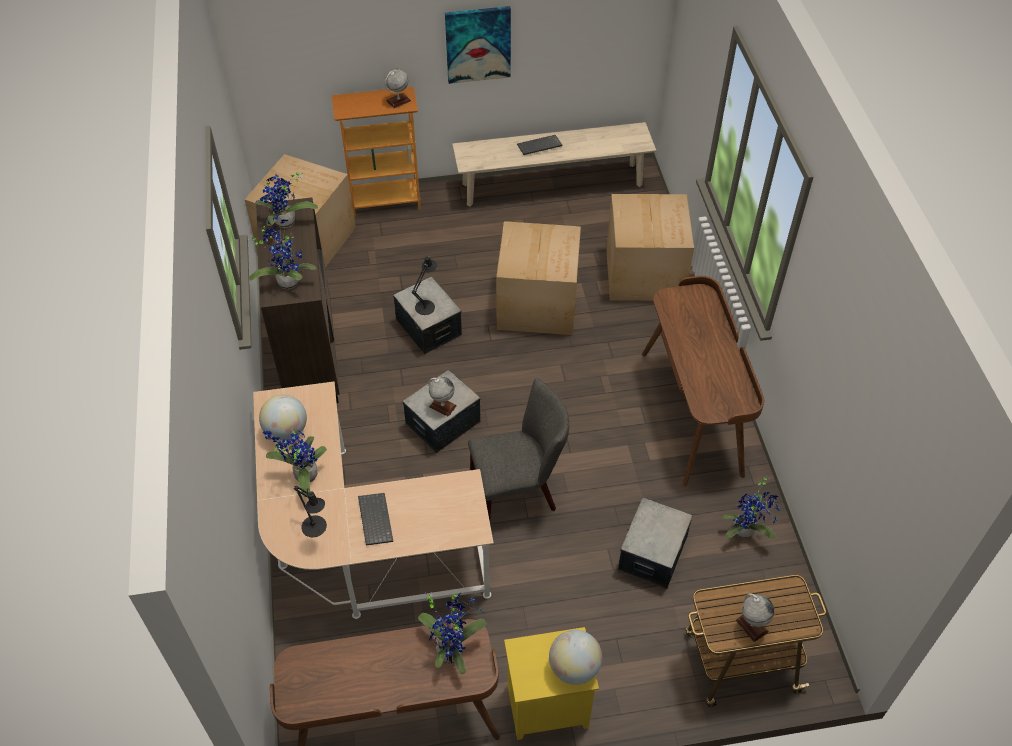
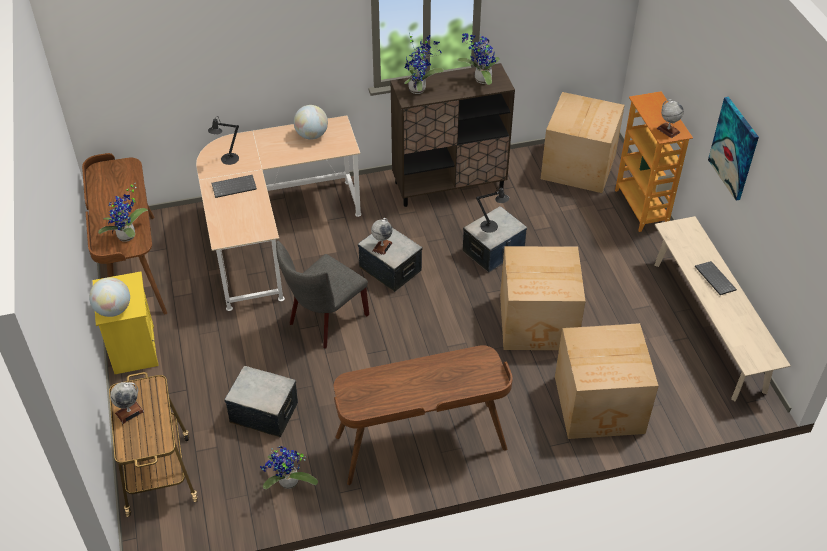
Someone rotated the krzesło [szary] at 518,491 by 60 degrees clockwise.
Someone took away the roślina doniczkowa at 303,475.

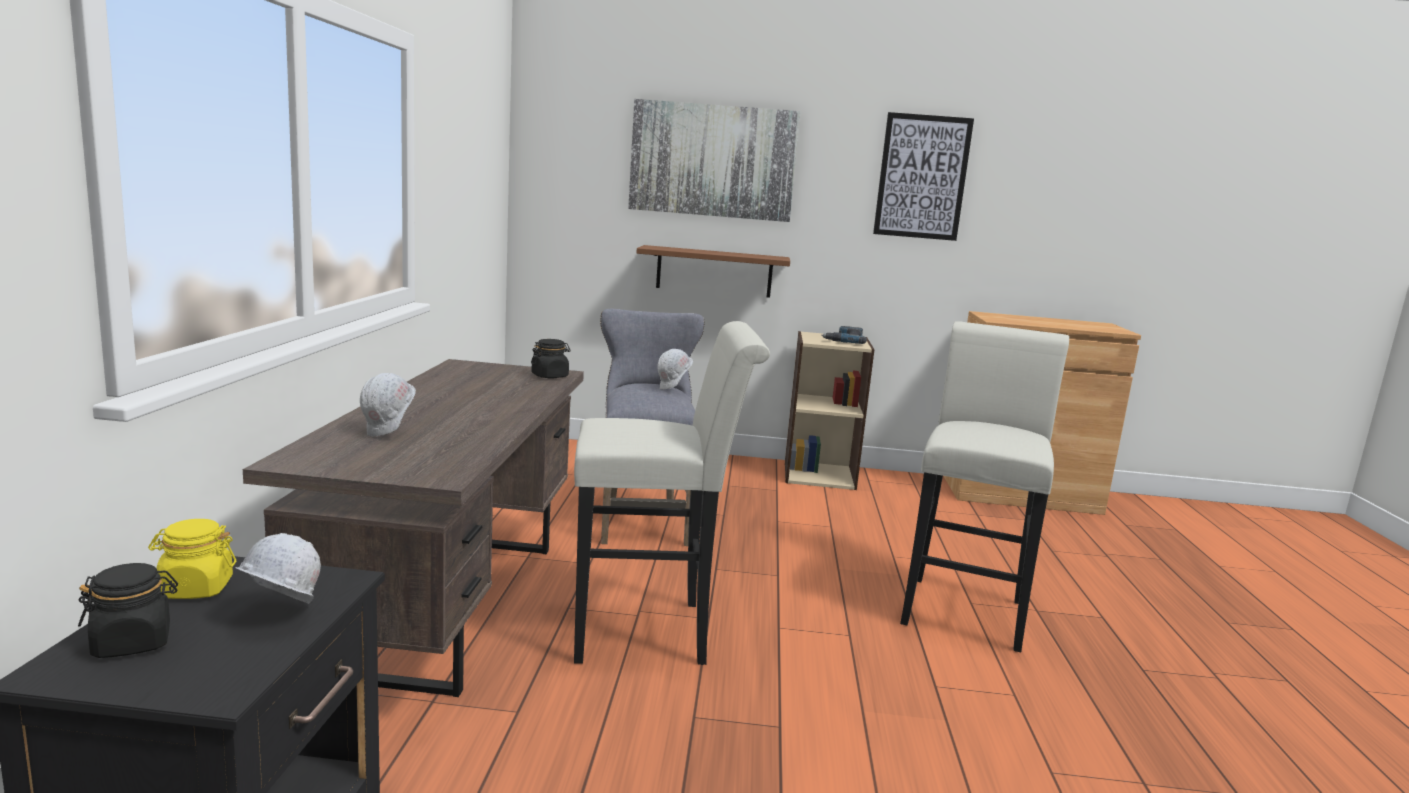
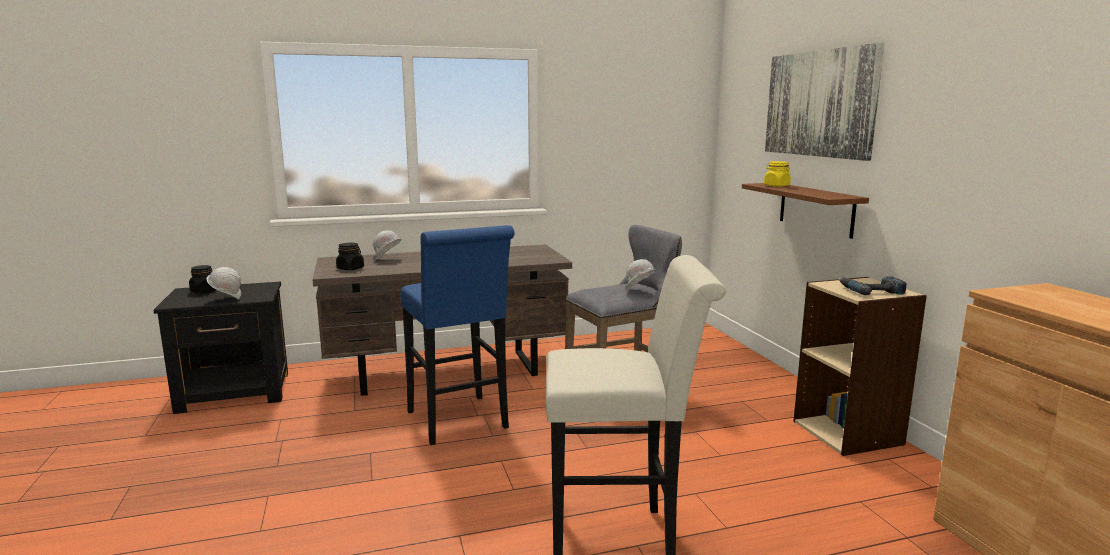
Someone carried the słoik [czarny] from 550,376 to 350,268.
Someone repainted the stołek [biały] at 652,631, which became the stołek [niebieski] at 460,423.
Someone carried the słoik [żółty] from 195,589 to 776,186.
Someone took away the obraz at 922,177.

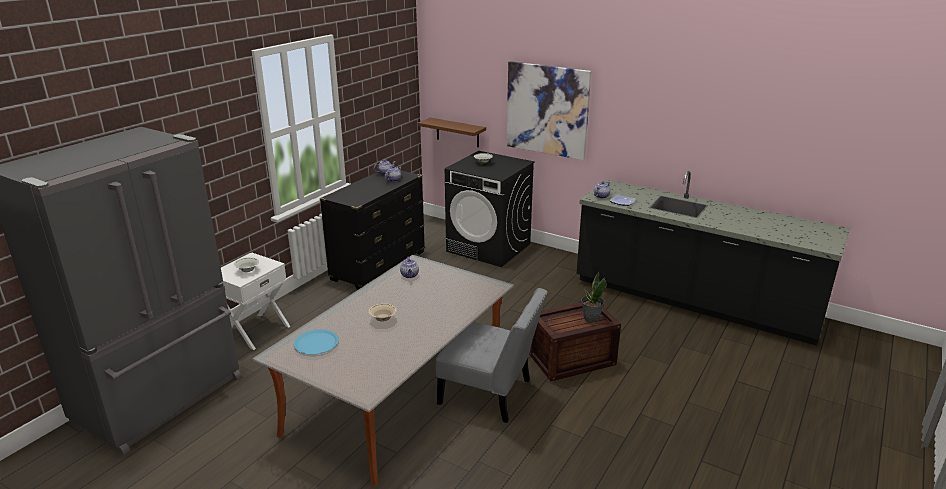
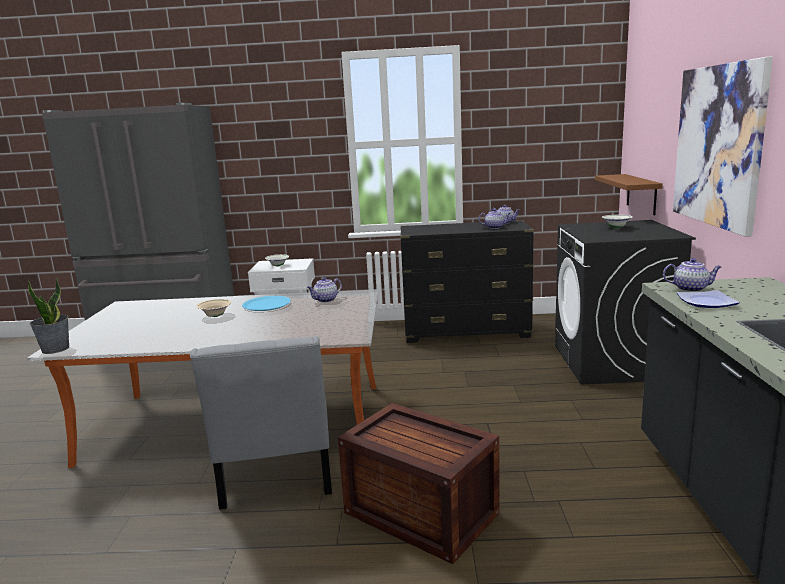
Someone carried the roślina doniczkowa from 591,318 to 55,349.
Someone carried the talerz [niebieski] from 316,343 to 266,304.

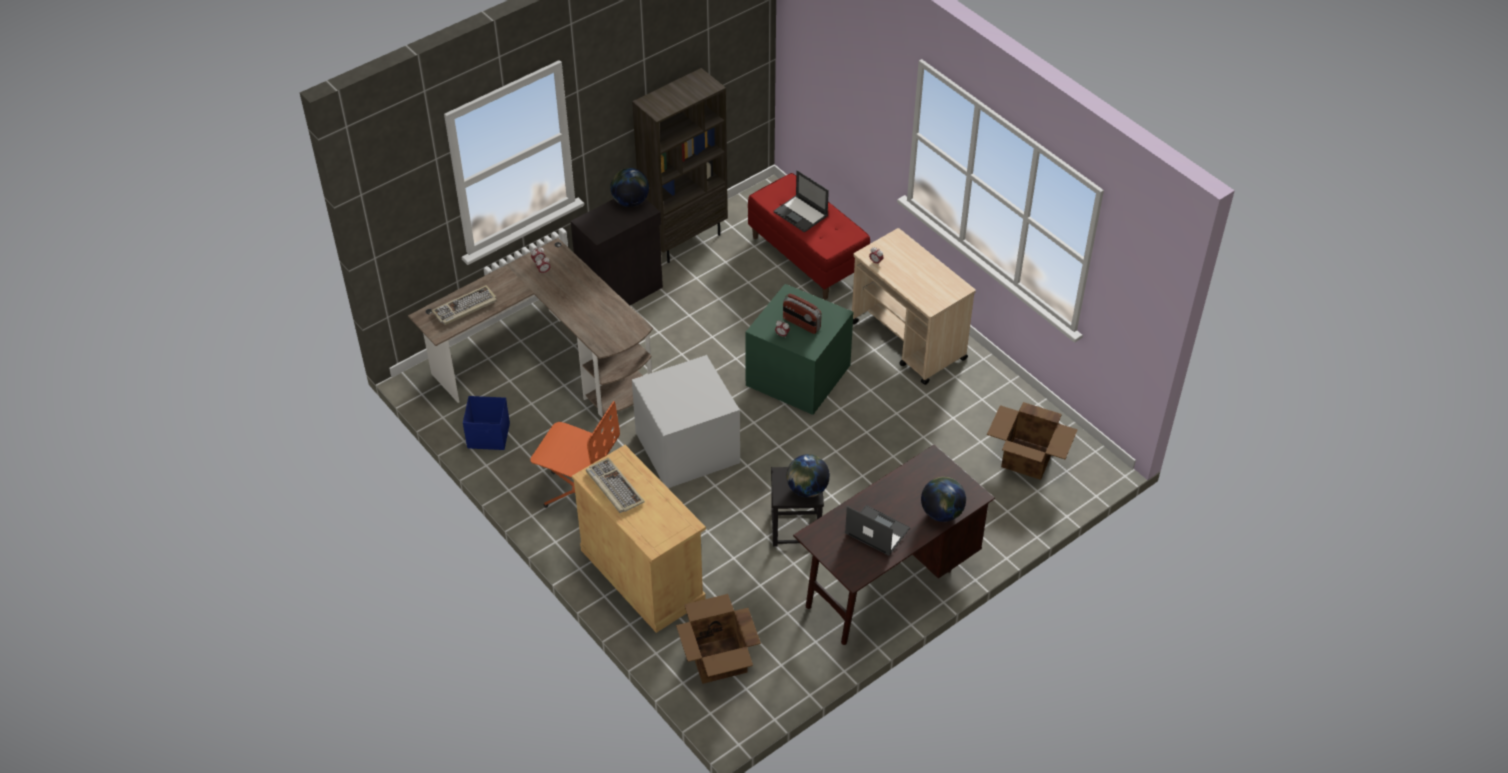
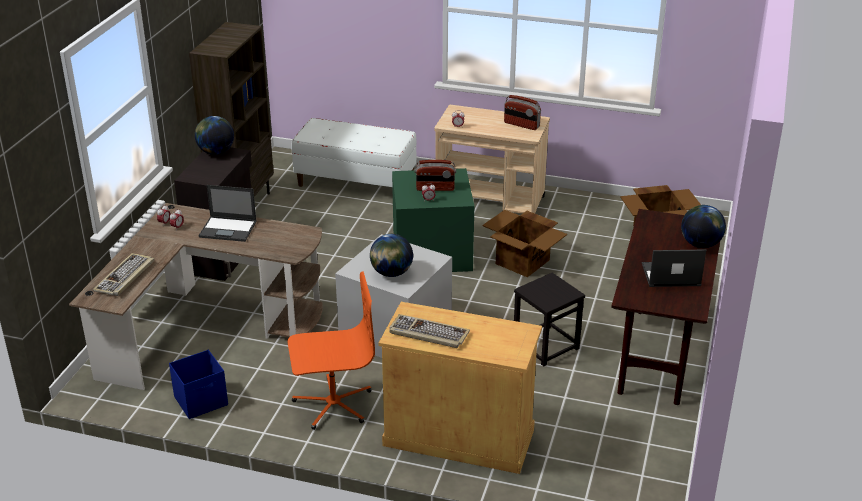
Someone carried the laptop from 801,214 to 228,229.
Someone repainted the ławka [czerwony] at 807,257, which became the ławka [biały] at 356,182.
Someone carried the globus from 807,489 to 391,273.
Someone carried the karton from 718,660 to 523,262.
Someone put down the radio at 521,125.

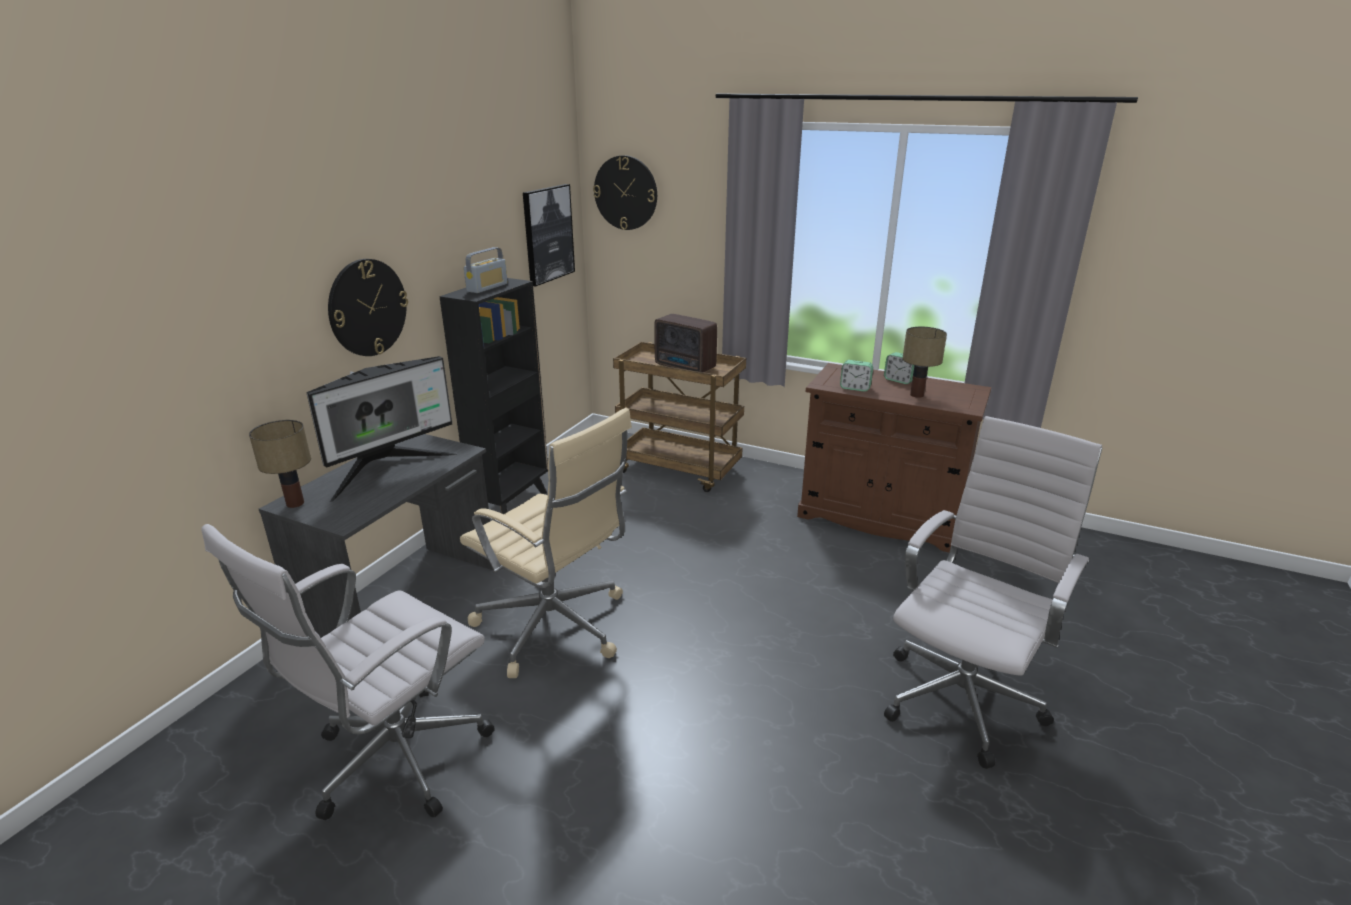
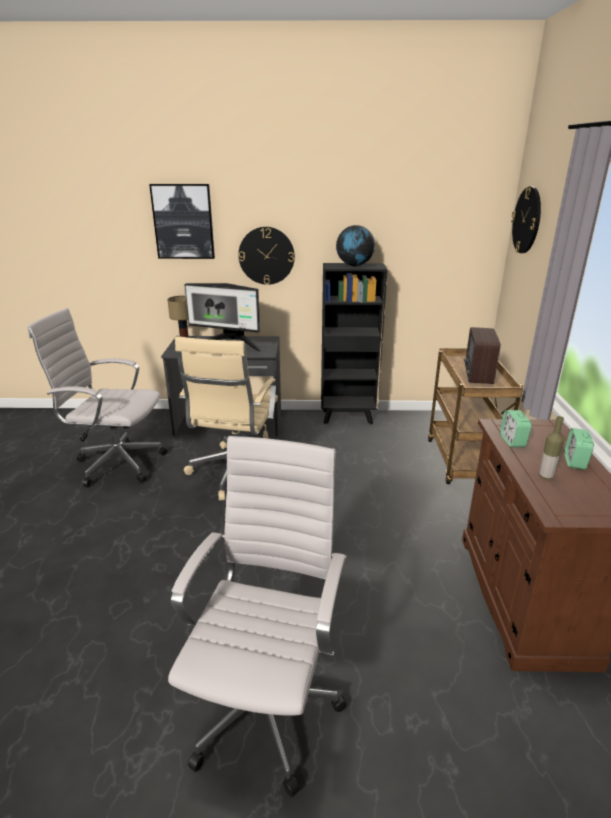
Someone carried the obraz from 547,234 to 183,222.
Someone rotated the krzesło biurowe [biały] at 963,697 by 90 degrees counterclockwise.
Someone swapped the radio at 487,287 for the globus at 354,265.
Someone swapped the lampa stołowa at 916,395 for the butelka at 546,476.

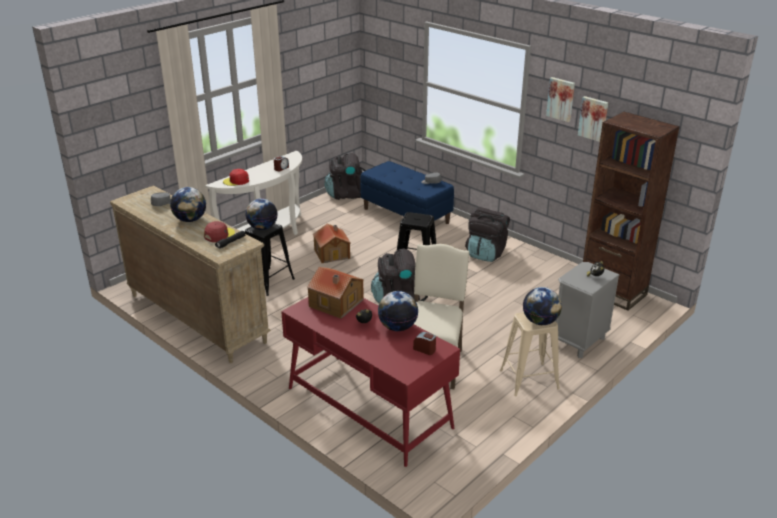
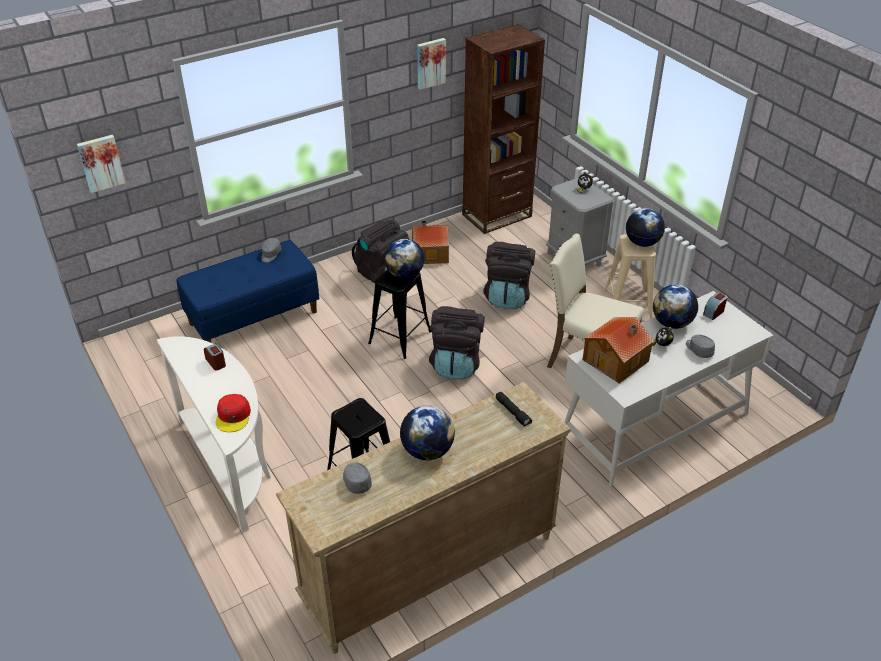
Someone carried the obraz from 561,99 to 101,162.
Someone carried the globus from 262,228 to 404,275.
Someone carried the domek from 332,253 to 429,253.
Someone carried the plecak [czarny] from 346,194 to 507,296.
Someone repainted the biurko [czerwony] at 369,407, which became the biurko [biały] at 654,424.
Someone put down the czapka z daszkiem [szary] at 698,350.
Someone took away the czapka z daszkiem [czerwony] at 219,235.

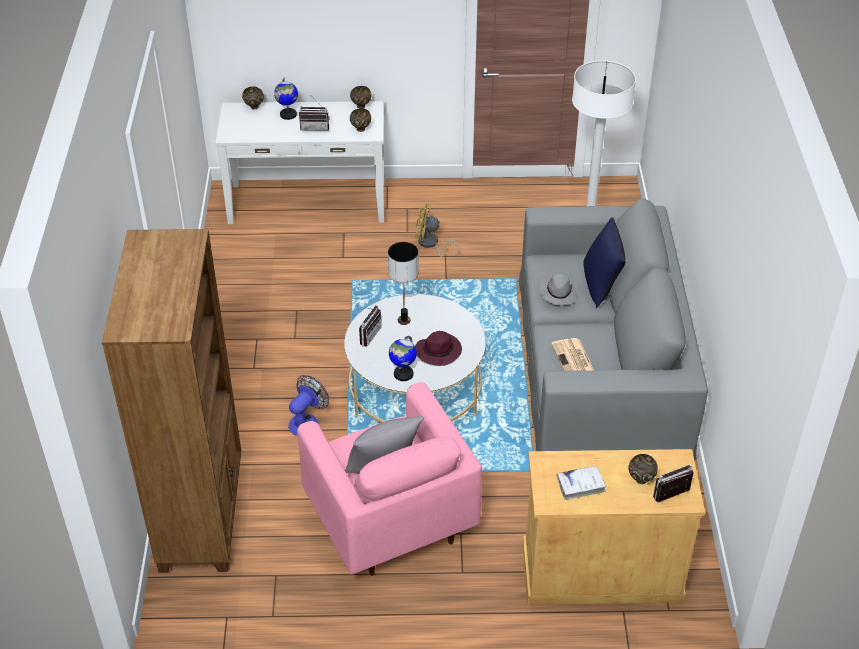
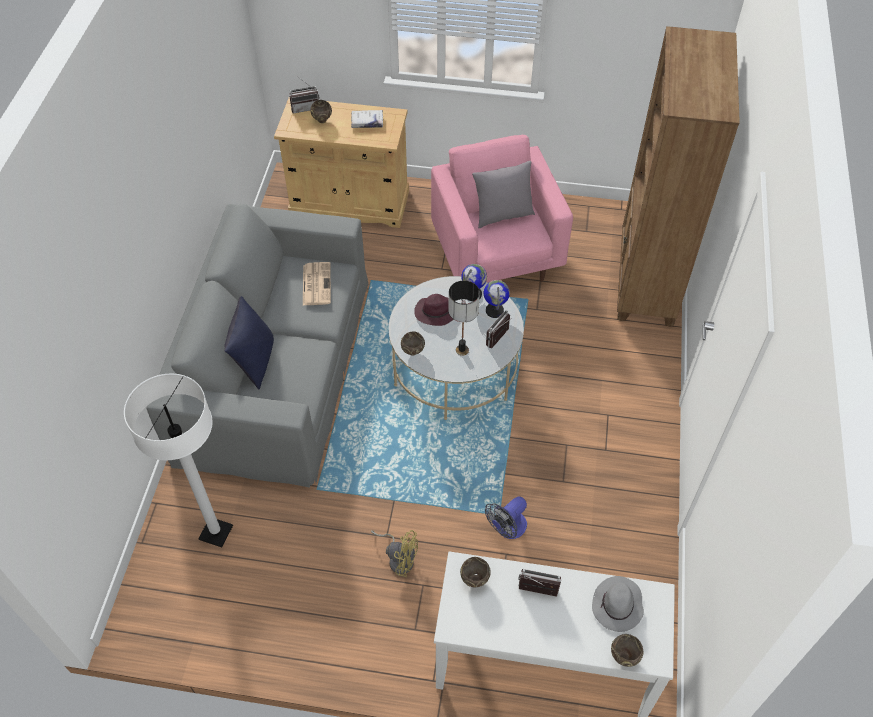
Someone carried the miska [brązowy] from 361,106 to 412,352.
Someone carried the globus from 288,115 to 494,310.
Someone carried the wentylator from 307,421 to 507,529.
Someone carried the kapelusz [szary] from 558,292 to 617,606.

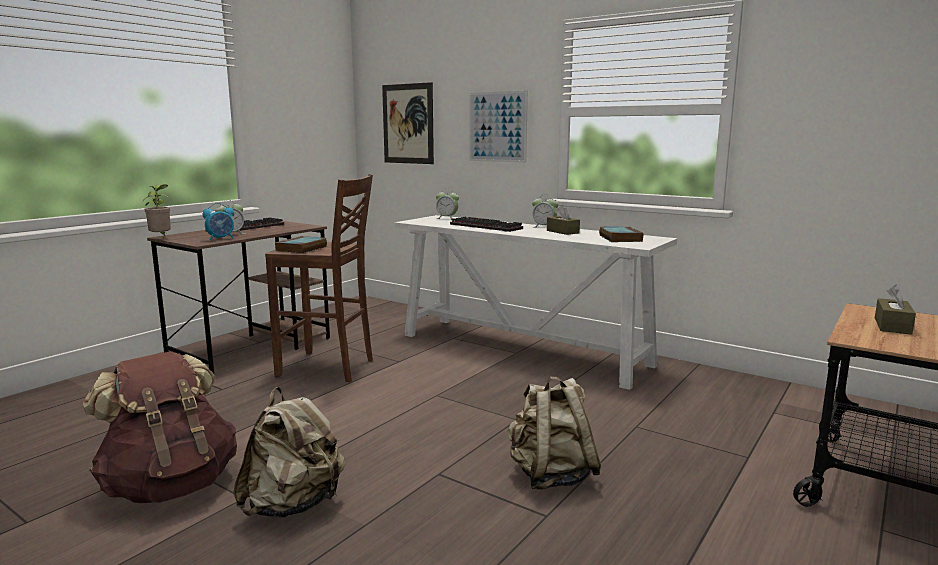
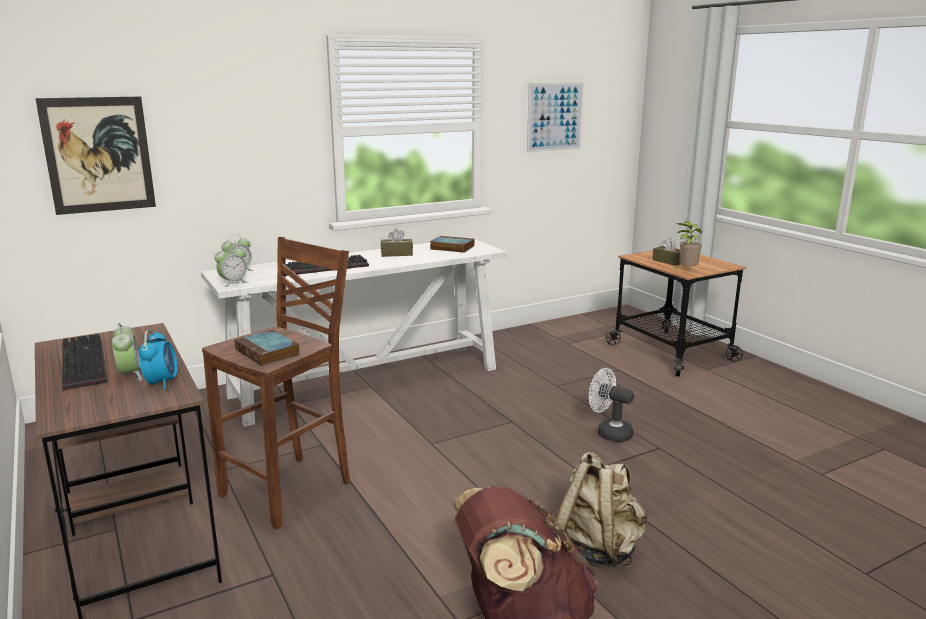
Someone carried the budzik from 544,227 to 233,283.
Someone carried the obraz from 497,127 to 555,117.
Someone swapped the plecak [beżowy] at 550,476 for the wentylator [biały] at 609,433.
Someone carried the roślina doniczkowa from 161,238 to 686,270.

